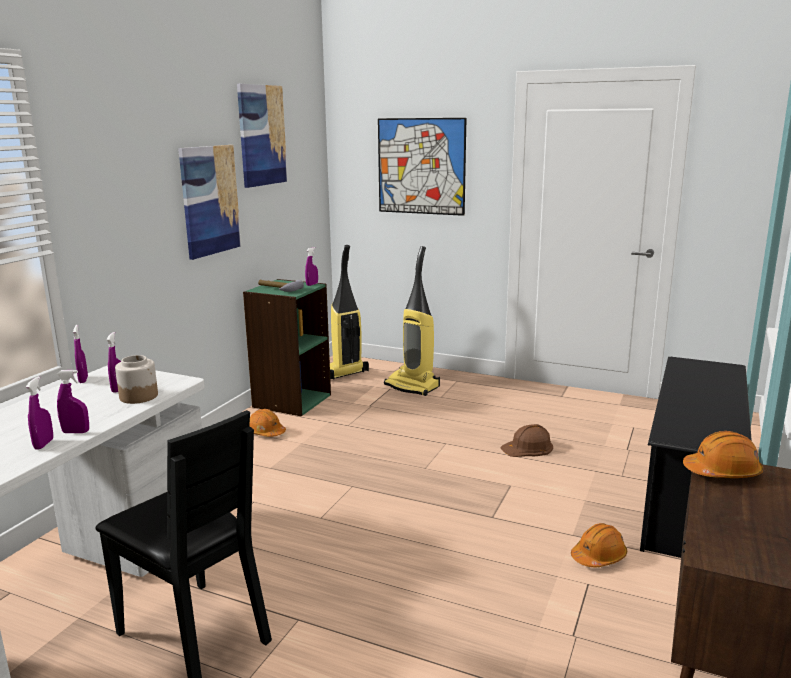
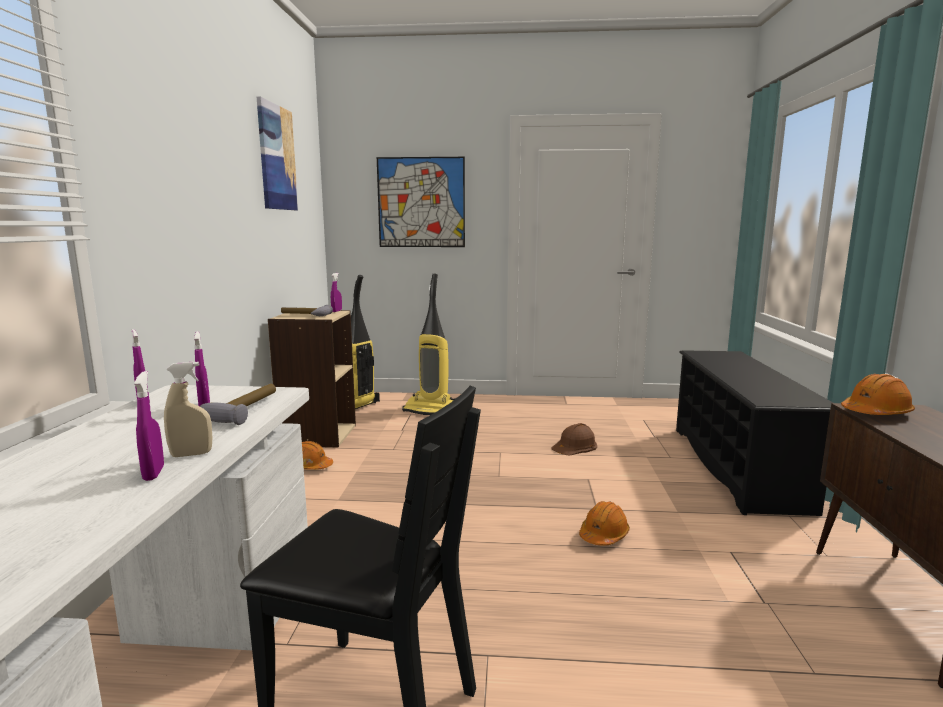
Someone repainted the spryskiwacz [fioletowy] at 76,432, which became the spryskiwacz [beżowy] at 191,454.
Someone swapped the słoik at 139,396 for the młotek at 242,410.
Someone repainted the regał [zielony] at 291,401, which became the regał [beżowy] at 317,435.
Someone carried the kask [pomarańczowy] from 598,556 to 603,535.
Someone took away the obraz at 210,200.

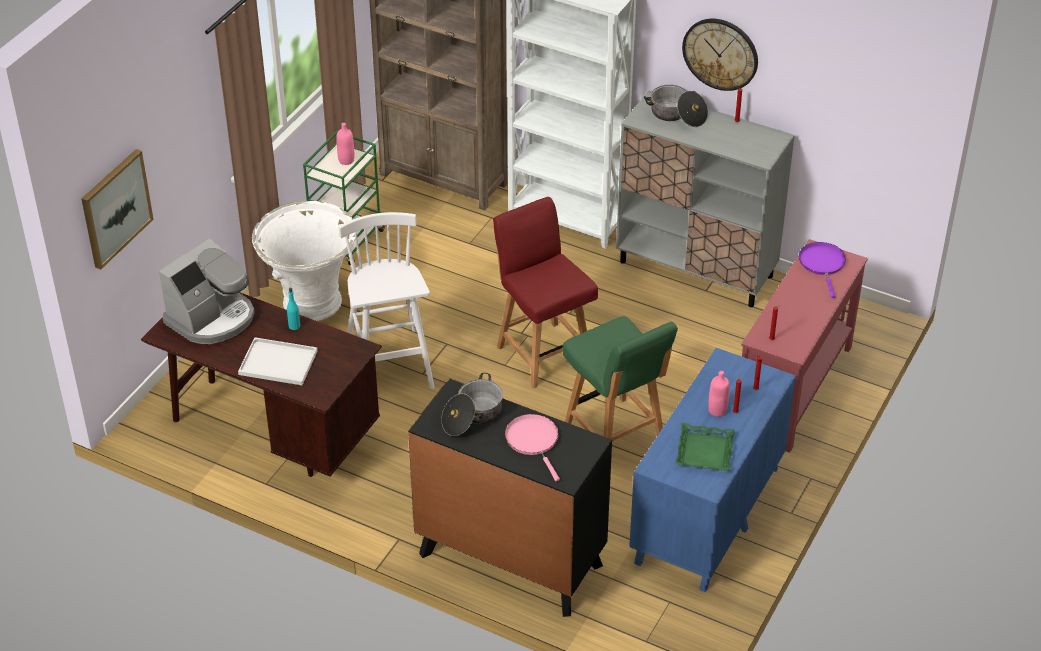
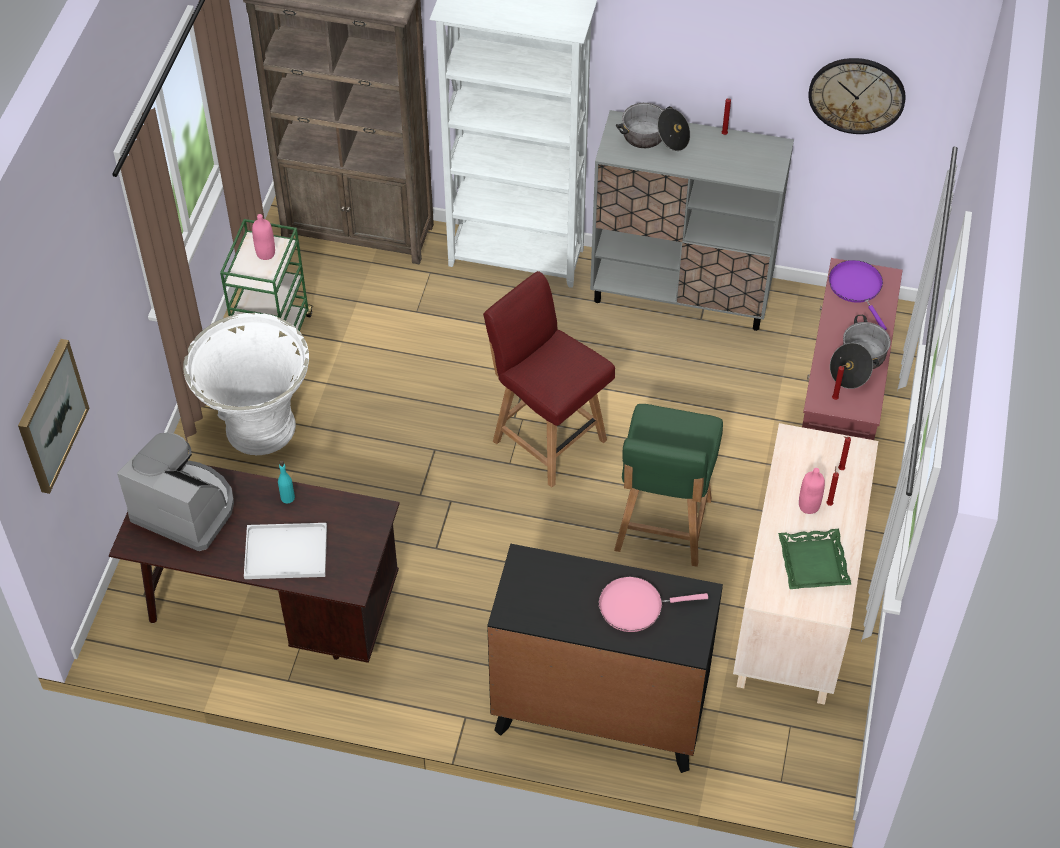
Someone rotated the ekspres do kawy at 212,318 by 90 degrees counterclockwise.
Someone rotated the patelnia [różowy] at 533,441 by 60 degrees counterclockwise.
Someone rotated the krzesło [zielony] at 615,435 by 60 degrees clockwise.
Someone repainted the komoda [niebieski] at 707,515, which became the komoda [beżowy] at 795,607.
Someone carried the zegar ścienny from 720,53 to 857,95.
Someone carried the garnek from 472,416 to 858,363.
Someone took away the stołek [biały] at 390,366.

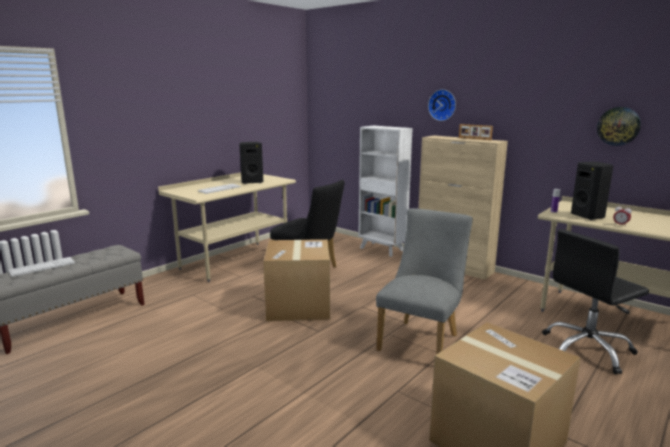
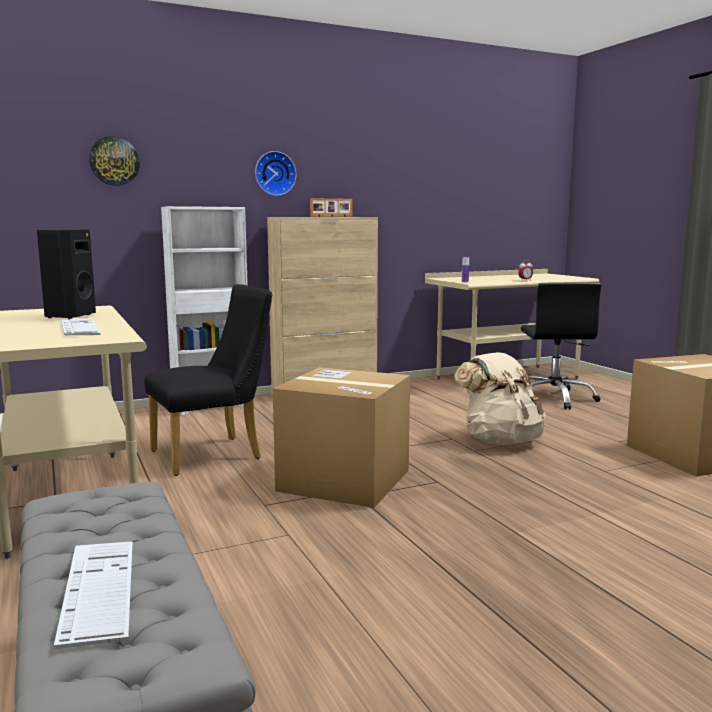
Someone carried the zegar ścienny from 618,126 to 114,161.
Someone swapped the krzesło [szary] at 421,340 for the plecak [beżowy] at 500,441.
Someone took away the głośnik [czarny] at 588,216.

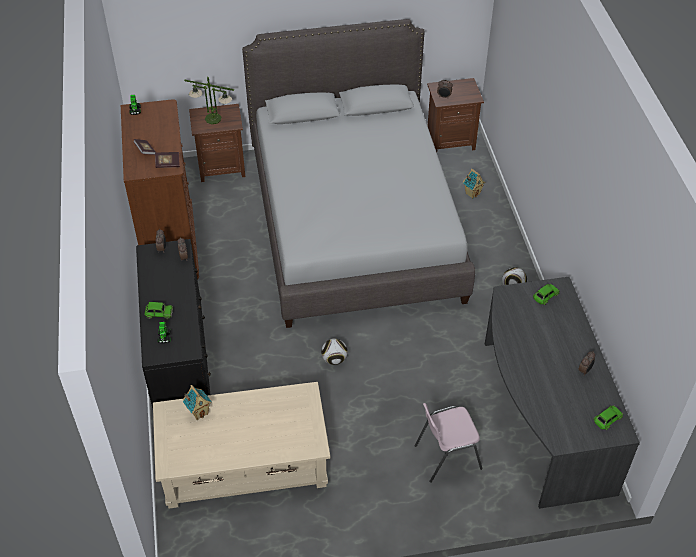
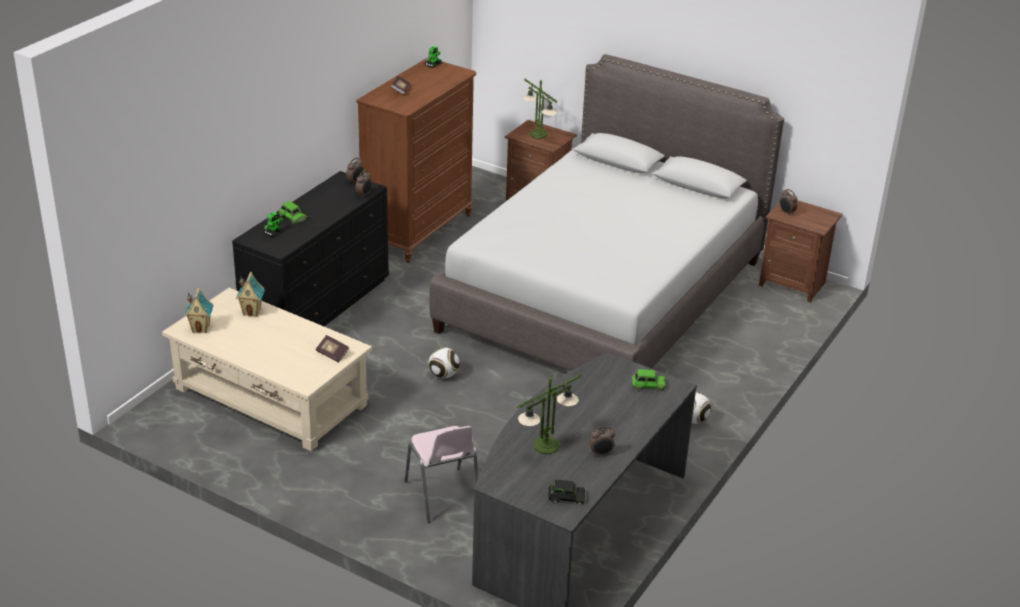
Someone carried the domek from 472,193 to 201,328.
Someone carried the książka from 168,164 to 332,354.
Someone rotated the krzesło [różowy] at 446,456 by 135 degrees counterclockwise.
Someone put down the lampa stołowa at 546,445.
Someone repainted the samochodzik [zielony] at 607,419, which became the samochodzik [czarny] at 566,497.

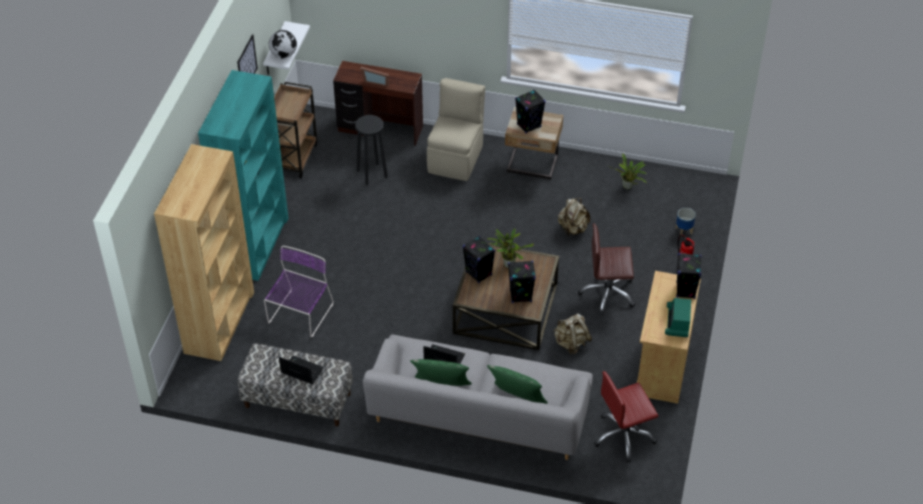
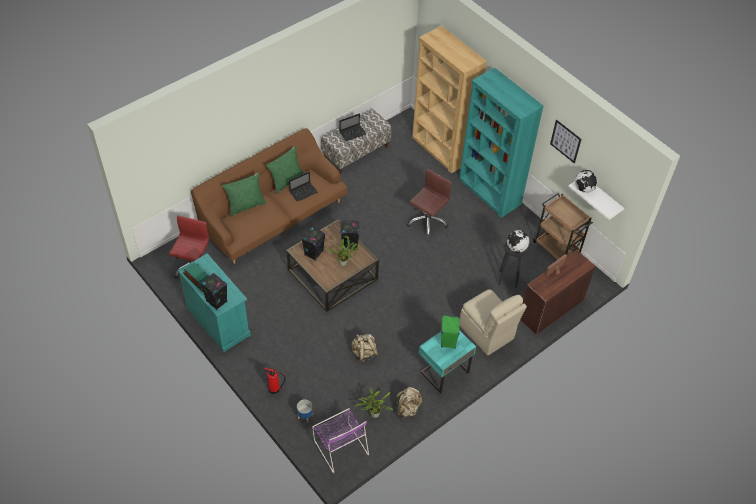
Someone repainted the szafka [beżowy] at 662,364, which became the szafka [turkusowy] at 218,320.
Someone repainted the kanapa [szary] at 478,414, which became the kanapa [brązowy] at 273,216.
Someone carried the krzesło [fioletowy] from 300,315 to 340,446.
Someone carried the plecak [beżowy] from 571,343 to 408,408.
Someone carried the krzesło biurowe [brązowy] from 607,294 to 427,221.
Someone repainted the szafka nocna [beżowy] at 532,165, which became the szafka nocna [turkusowy] at 443,372.
Someone repainted the głośnik [czarny] at 529,125, which became the głośnik [zielony] at 448,341.
Someone put down the globus at 516,248.

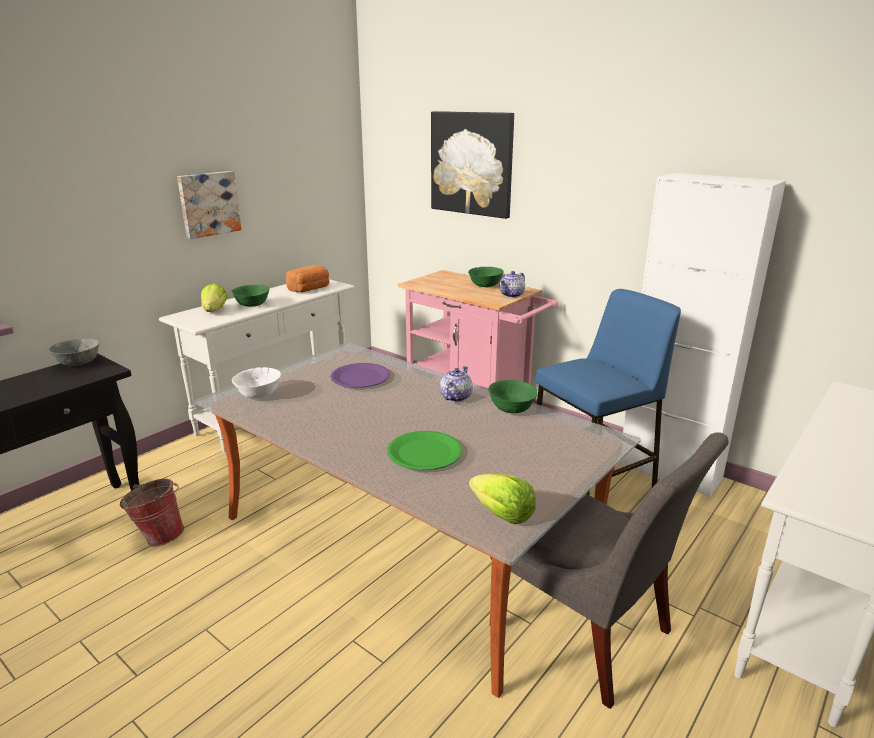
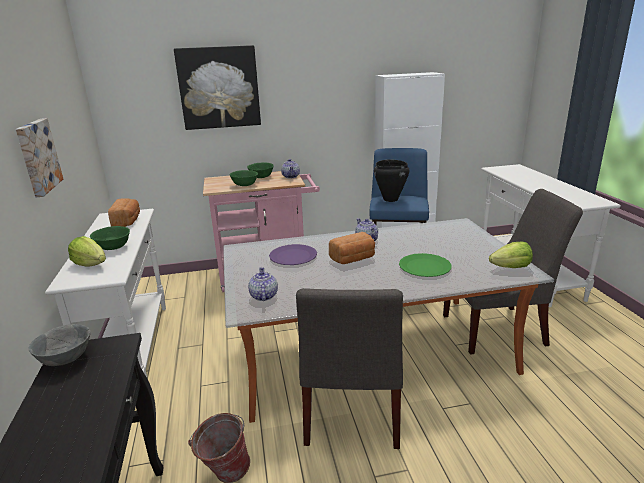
Someone carried the miska [zielony] from 512,409 to 245,185.
Someone swapped the miska [biały] at 258,395 for the imbryk at 263,296.
Someone put down the krzesło [szary] at 351,413.
Someone put down the chleb at 353,259.
Someone put down the garnek [czarny] at 390,199.

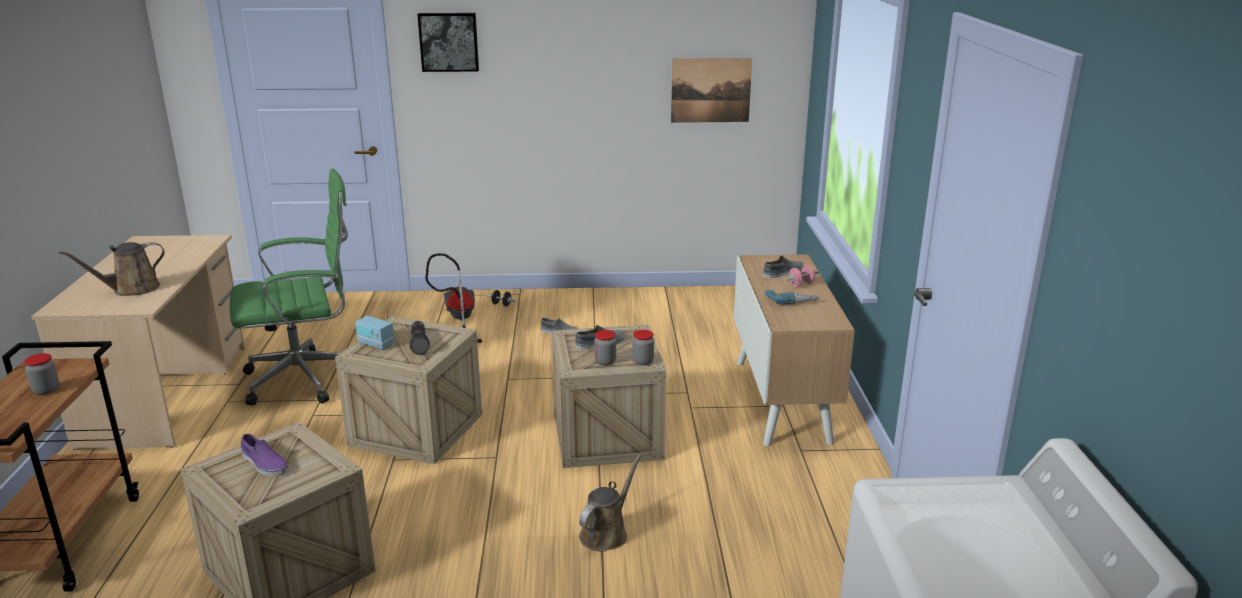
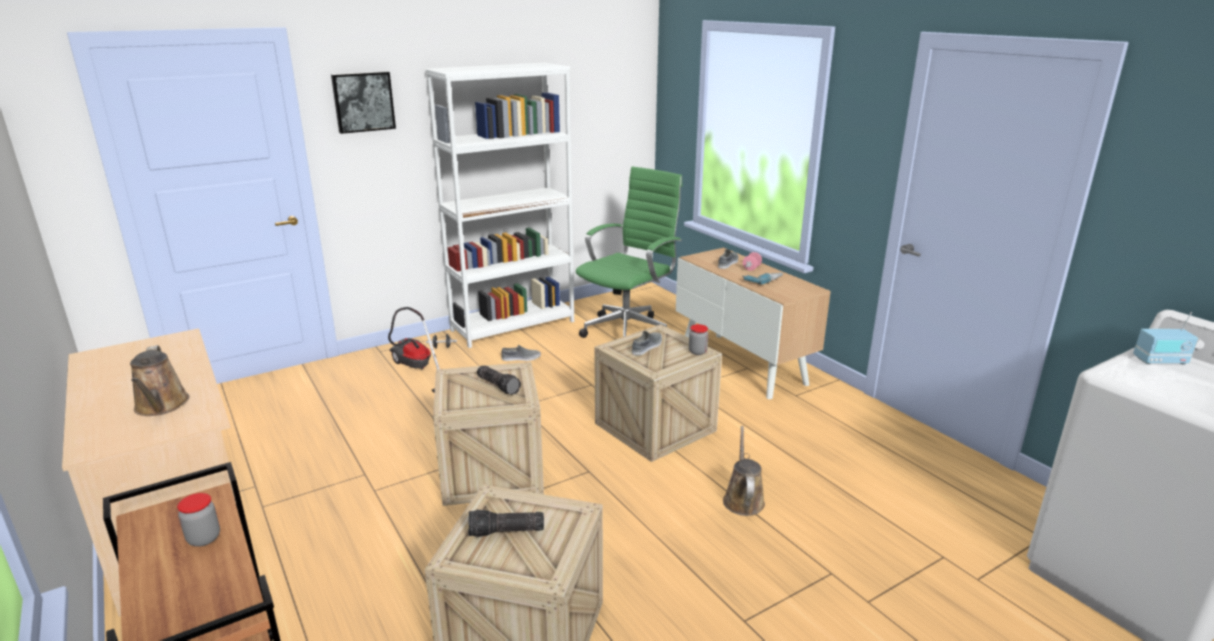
Someone rotated the konewka [brązowy] at 132,289 by 45 degrees counterclockwise.
Someone put down the regał [biały] at 513,326.
Someone swapped the but [fioletowy] at 264,463 for the latarka at 505,532.
Someone carried the krzesło biurowe [zielony] from 307,379 to 629,330.
Someone carried the radio from 375,344 to 1160,361.
Someone took away the słoik at 605,362.
Someone took away the obraz at 711,90.

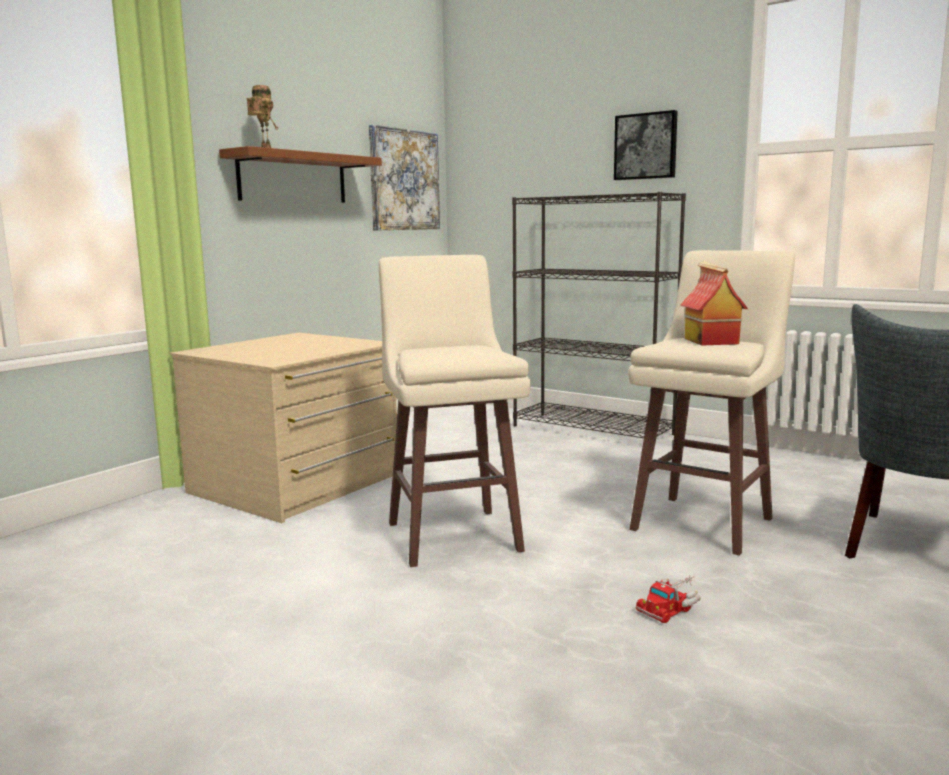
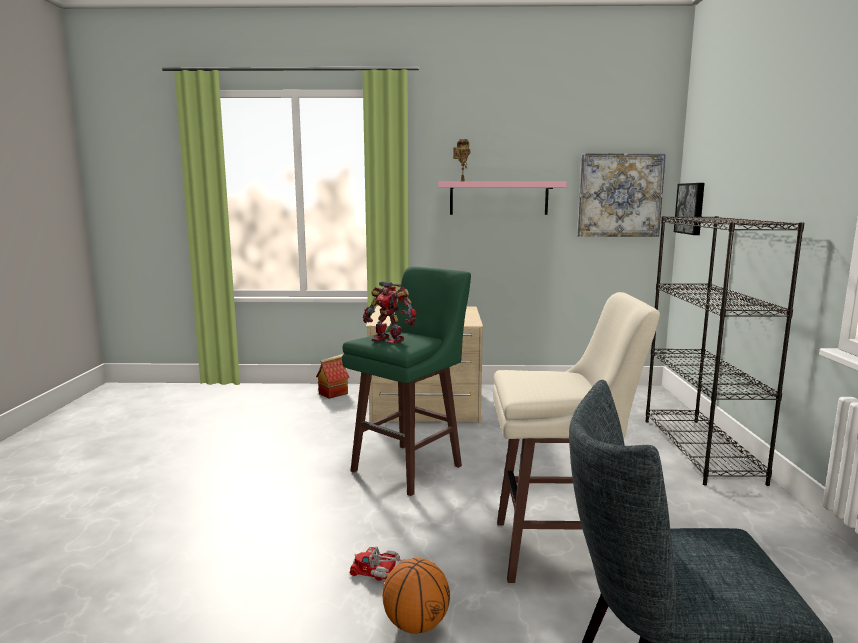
Someone carried the domek from 709,341 to 333,393.
Someone repainted the stołek [beżowy] at 453,535, which became the stołek [zielony] at 409,468.
Someone put down the robot zabawkowy at 389,339.
Someone put down the piłka do koszykówki at 416,625.
Someone repainted the półka [brązowy] at 293,178, which became the półka [różowy] at 498,198.
Someone carried the obraz from 646,146 to 691,208.

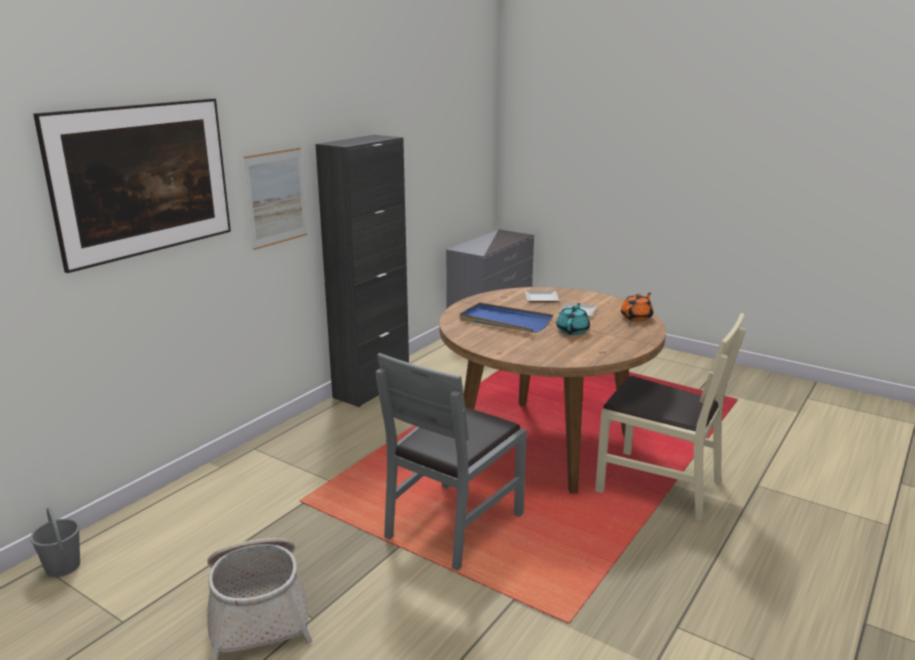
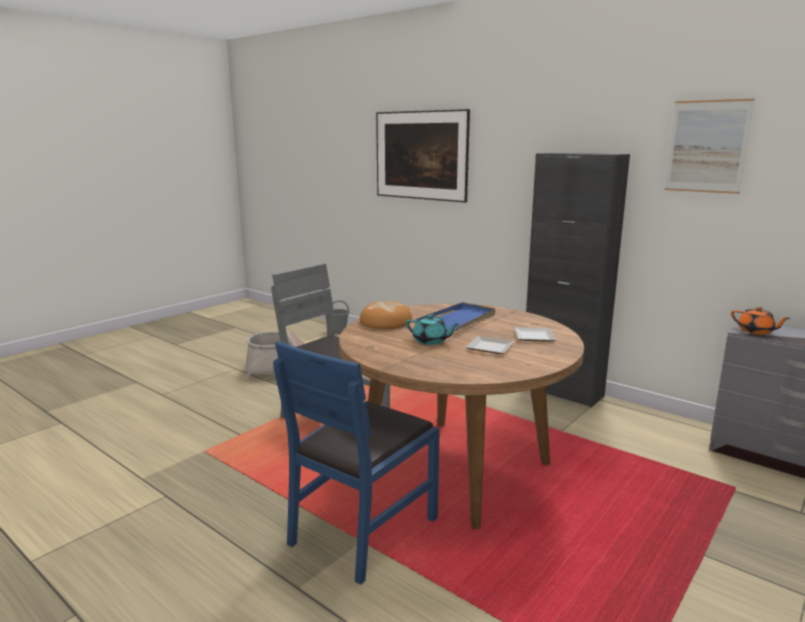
Someone repainted the krzesło [beżowy] at 658,485, which became the krzesło [niebieski] at 362,530.
Someone put down the chleb at 385,321.
Someone carried the obraz from 276,197 to 707,146.
Someone carried the imbryk [pomarańczowy] from 637,317 to 756,331.

